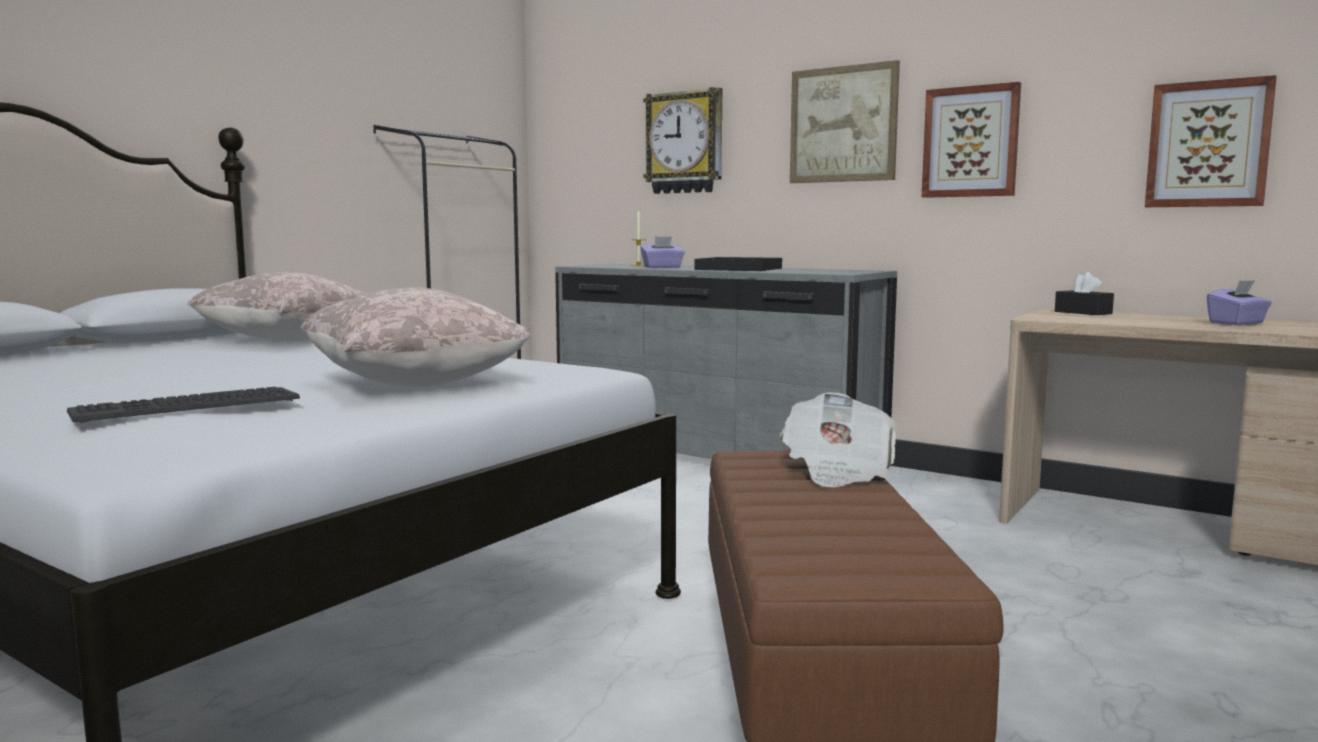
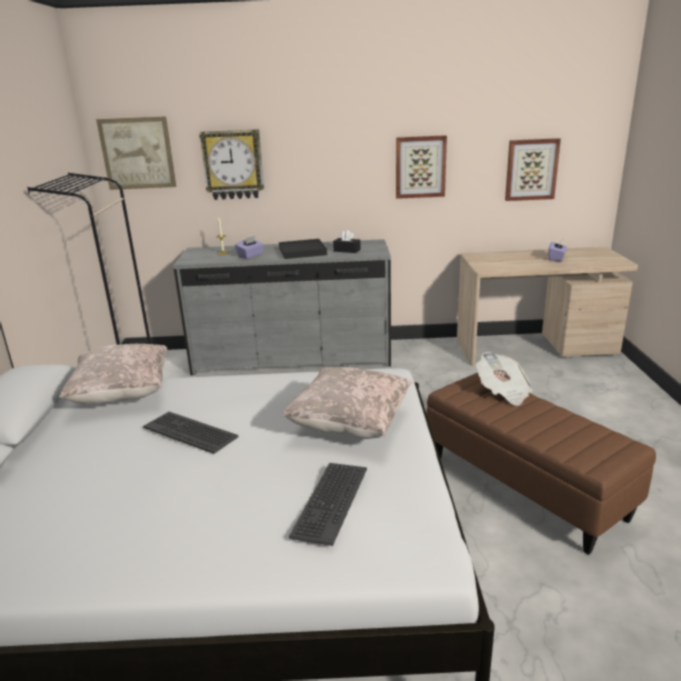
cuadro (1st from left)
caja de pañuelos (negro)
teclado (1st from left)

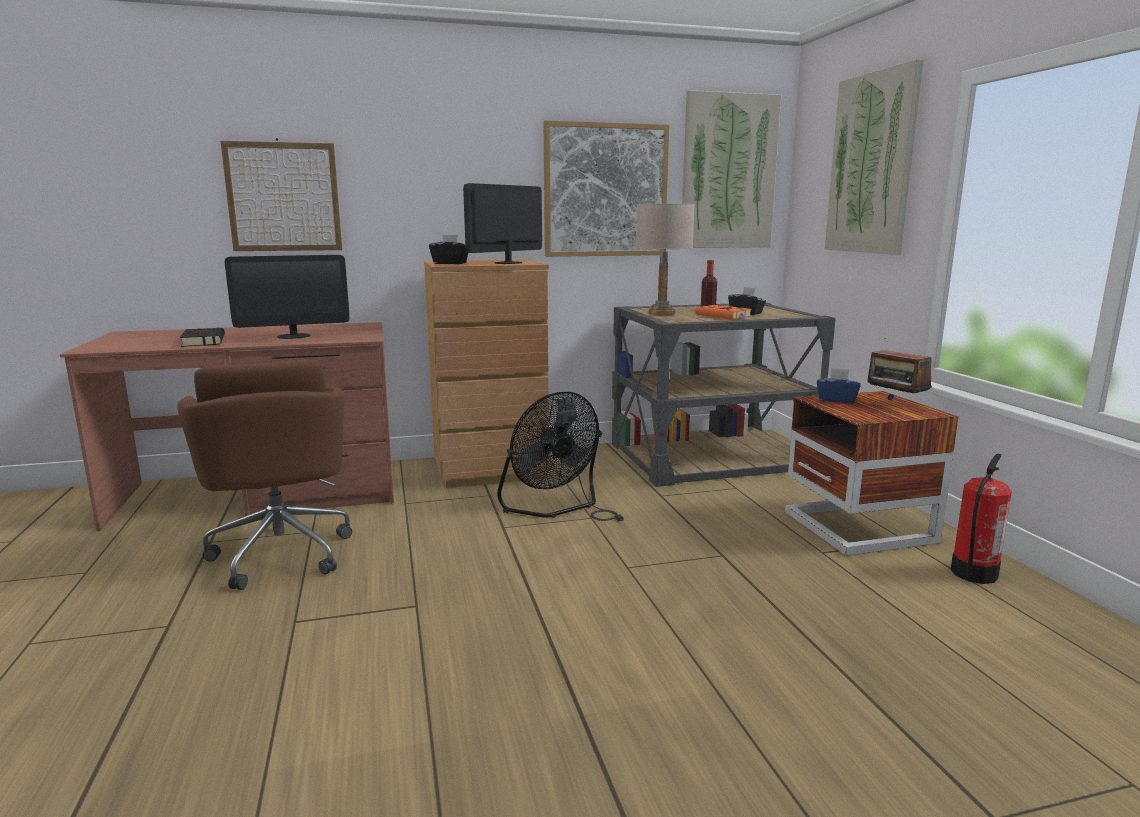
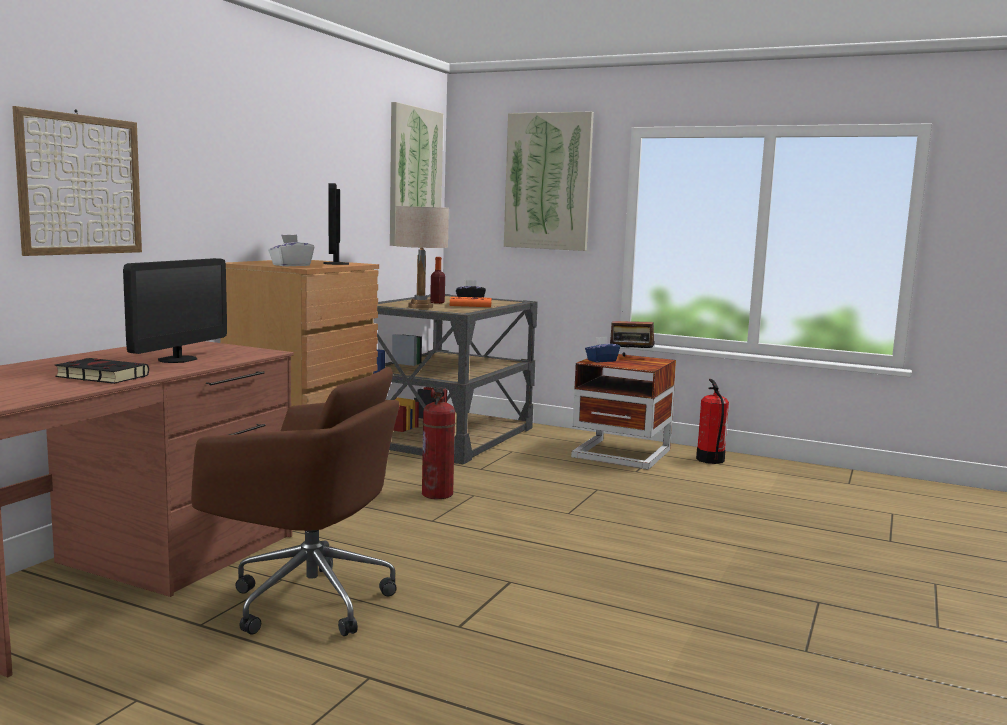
cuadro (2nd from left in the first image)
caja de pañuelos (blanco)
extintor (1st from left)

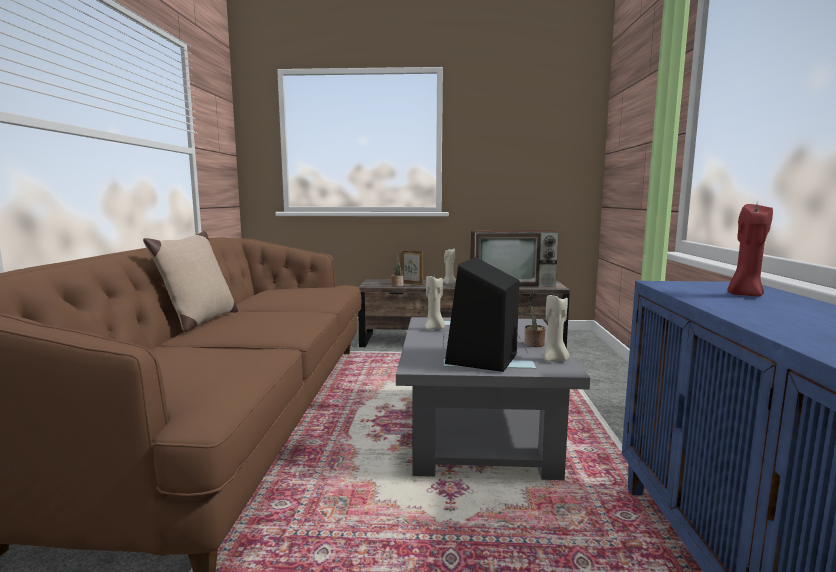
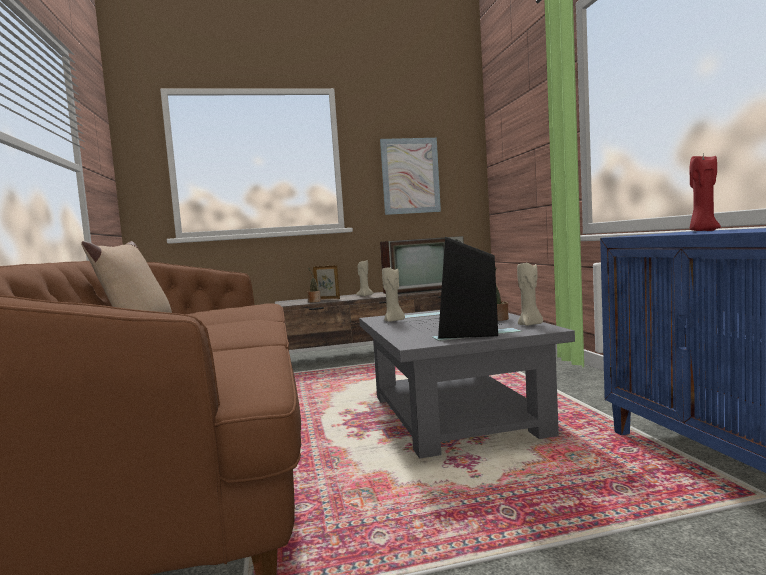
cuadro

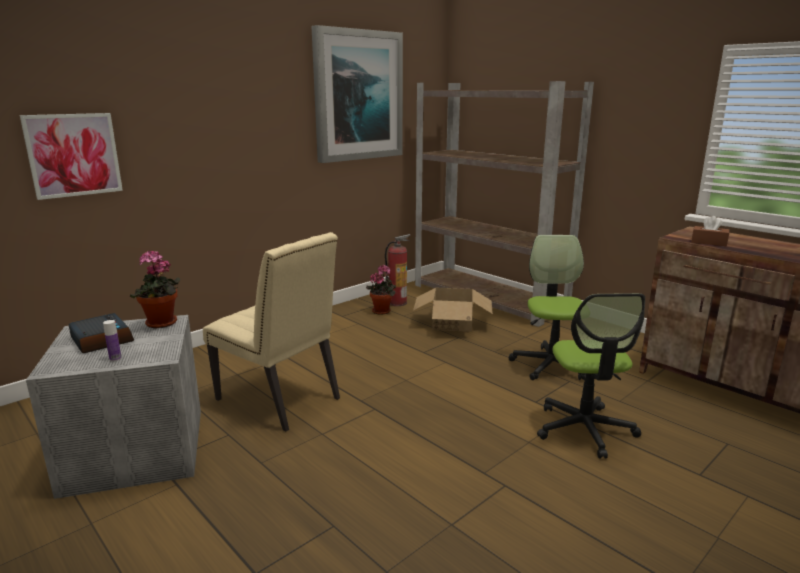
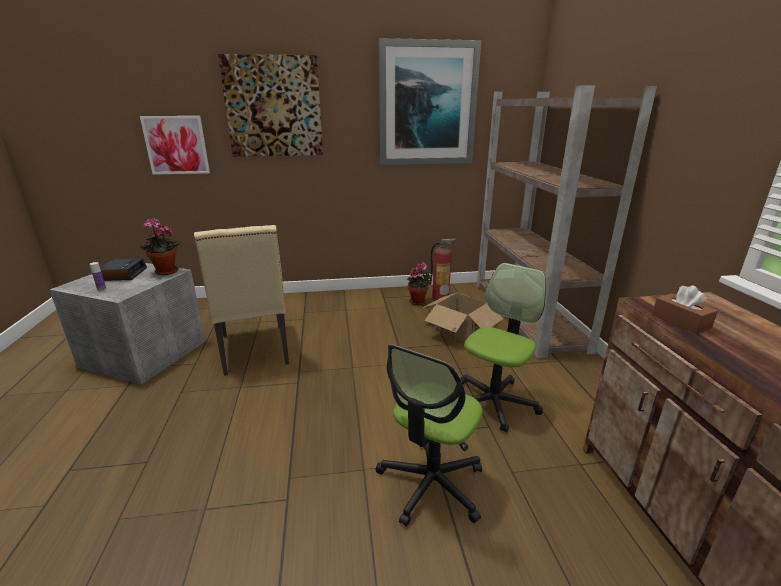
cuadro (2nd from left)

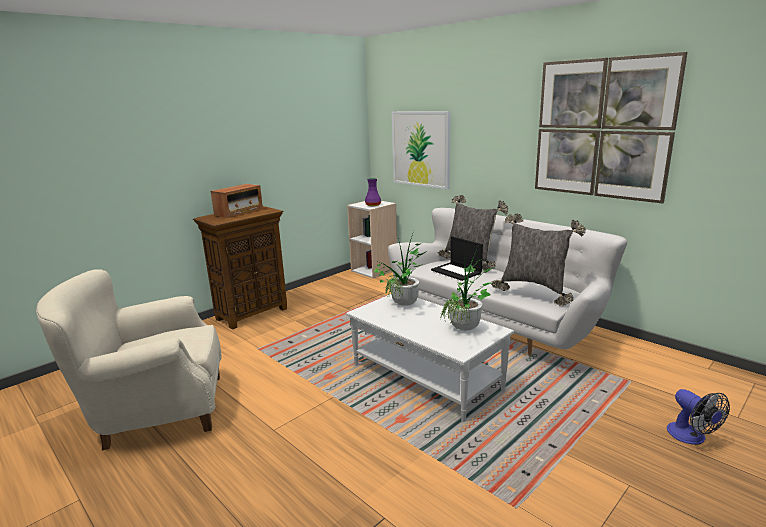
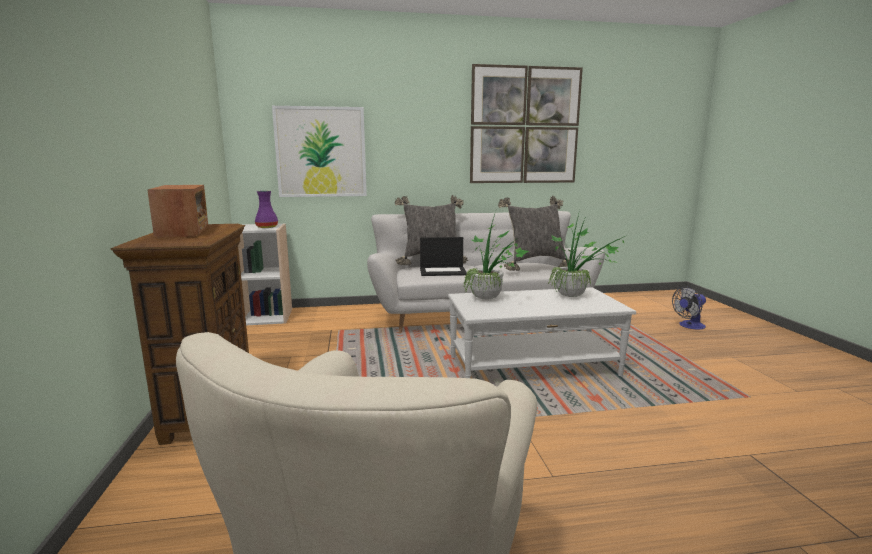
ventilador

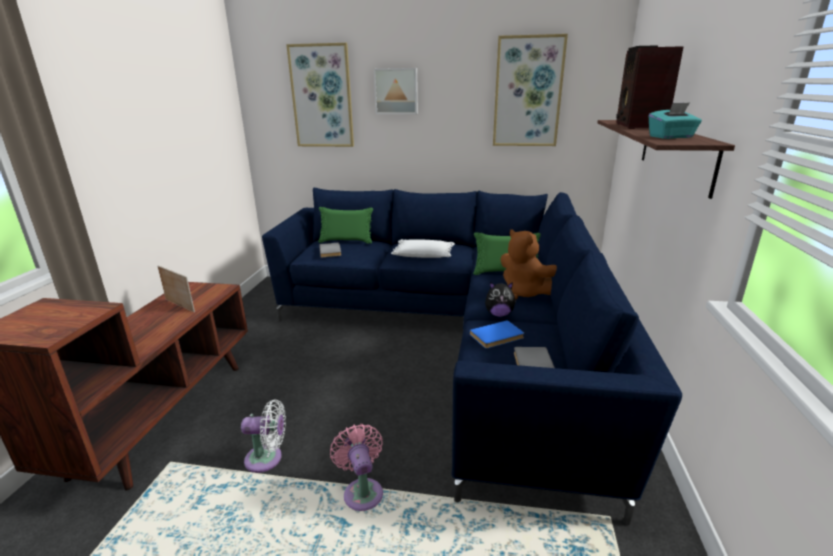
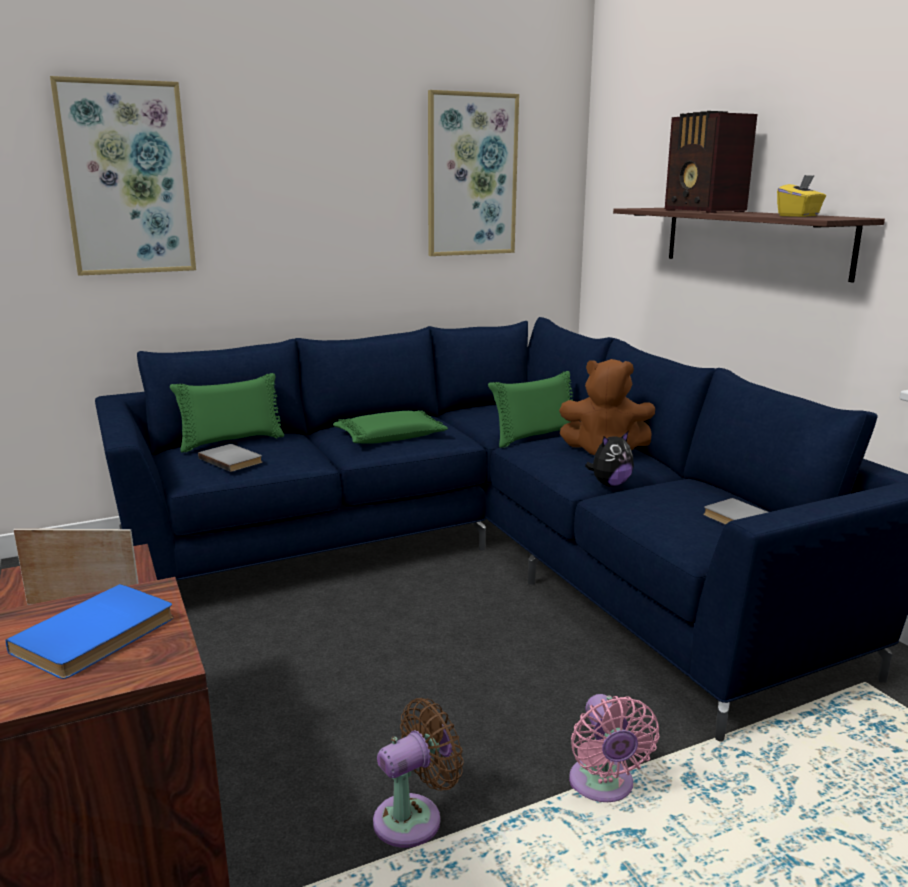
cuadro (2nd from left in the first image)
caja de pañuelos (amarillo)
cojín (verde) (2nd from left)
libro (azul)
ventilador (marrón)
ventilador (rosa)

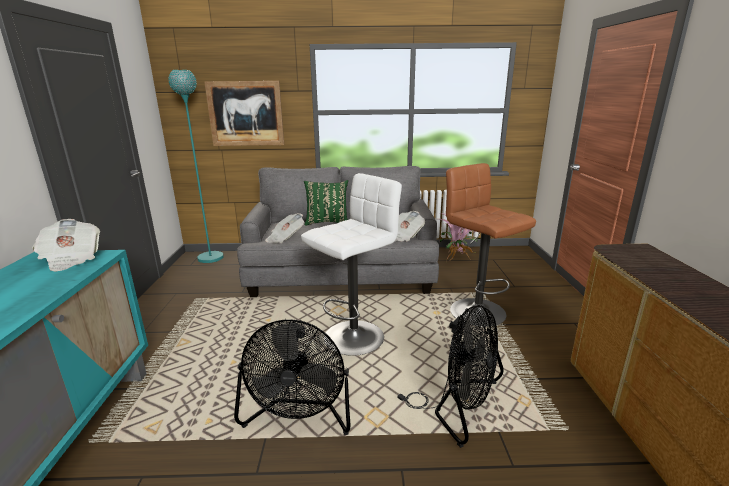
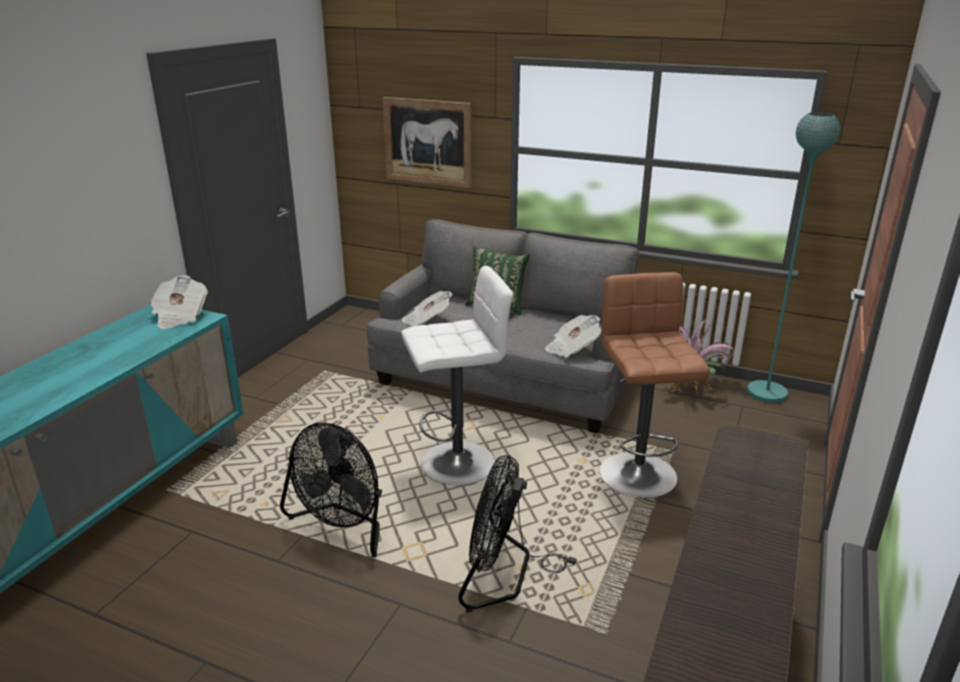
lámpara de pie (turquesa)
ventilador (negro) (2nd from left)

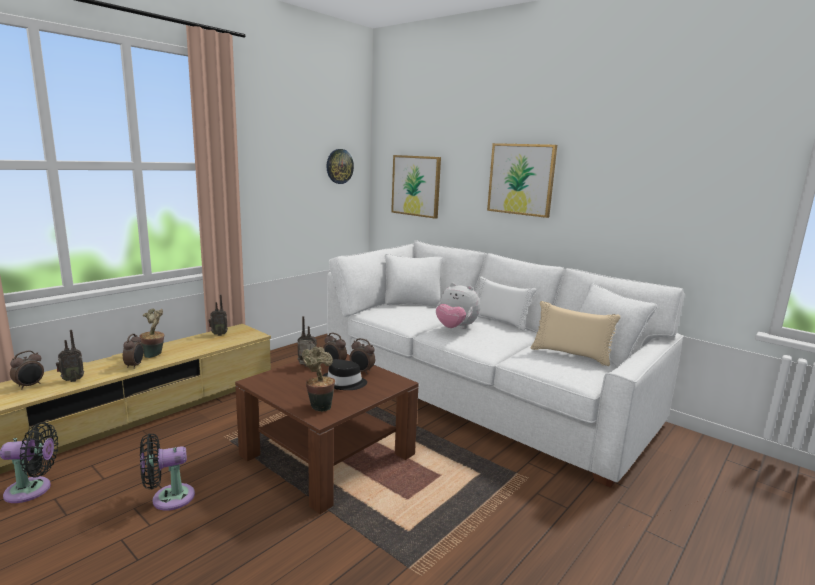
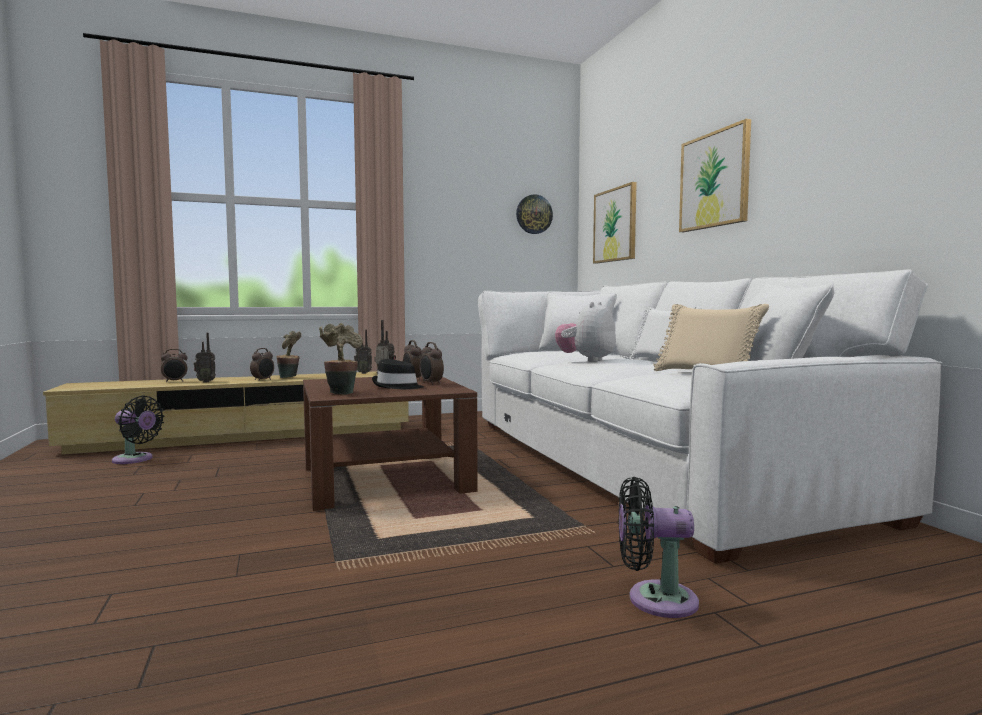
peluche
ventilador (negro) (2nd from left)

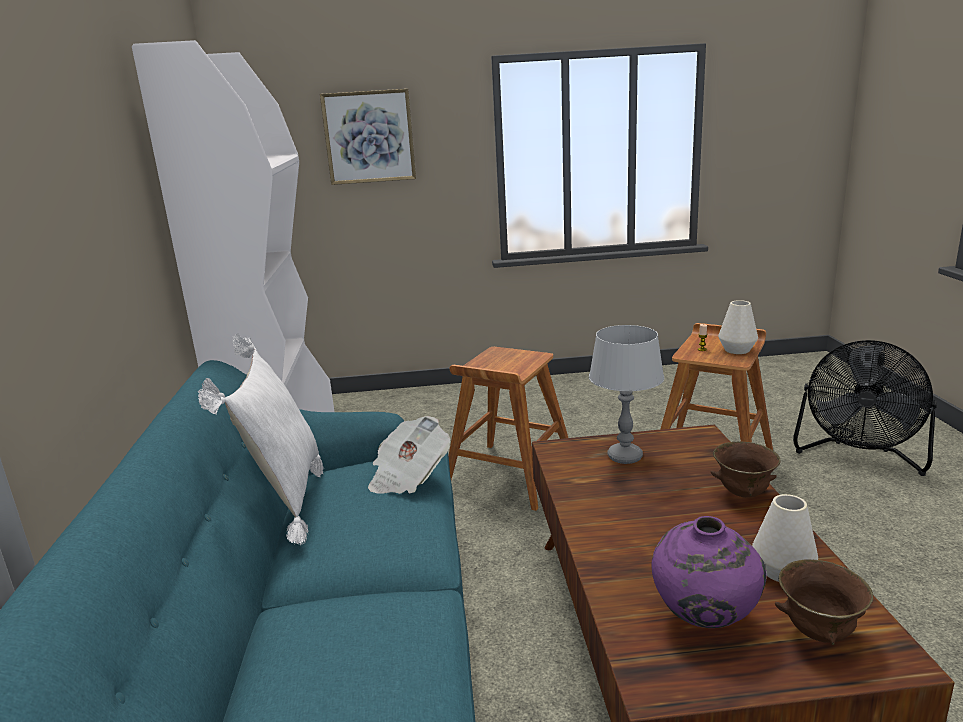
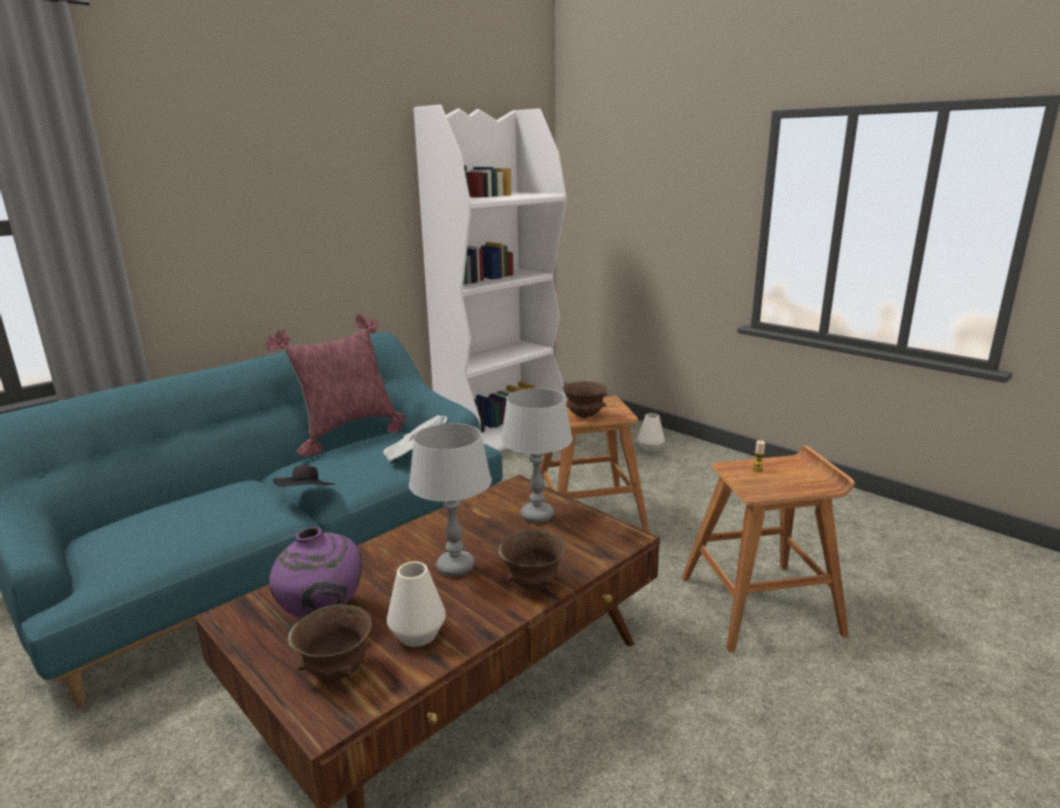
cuadro
florero (blanco) (2nd from left)
cojín (rojo)
ventilador (negro)
cuenco (marrón) (3rd from left)
lámpara de mesa (gris) (1st from left)
sombrero (negro)

